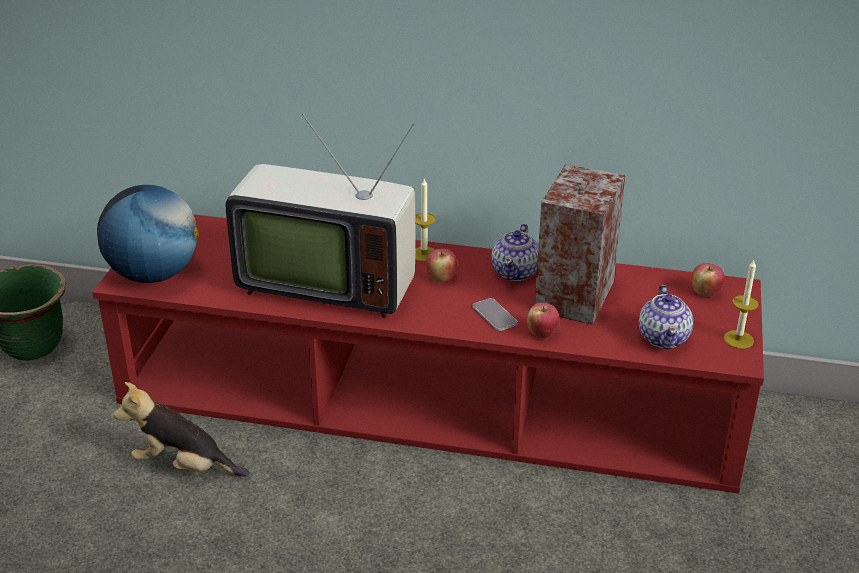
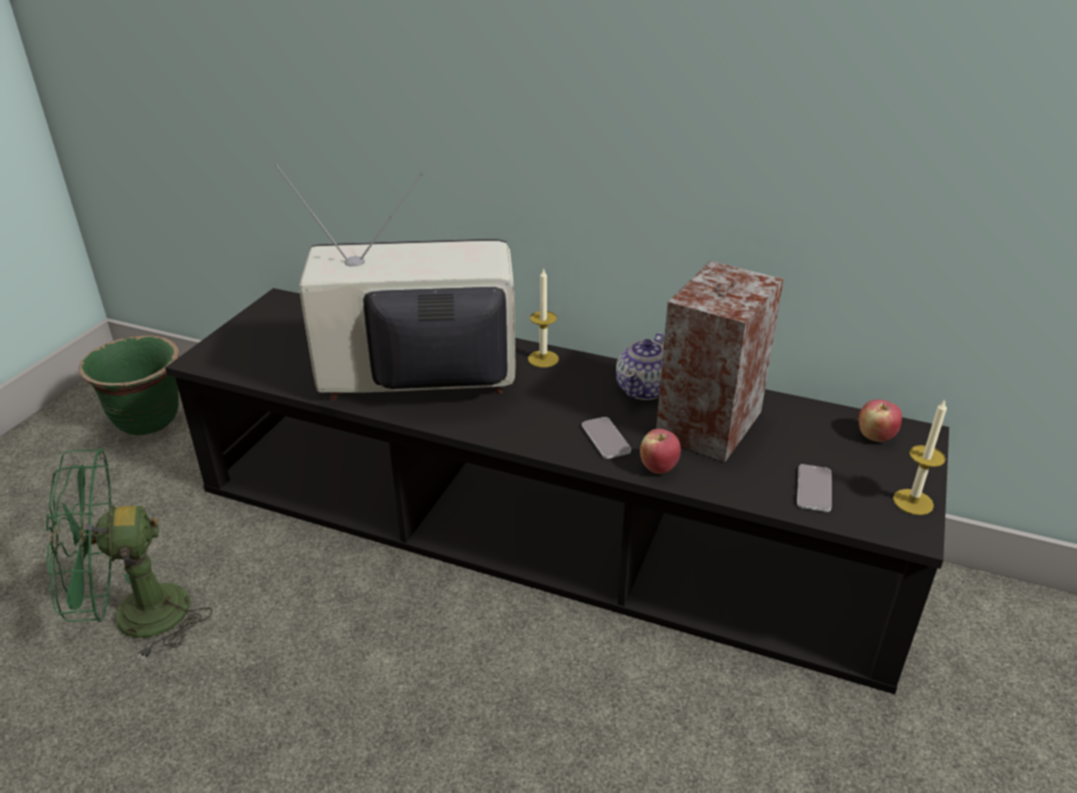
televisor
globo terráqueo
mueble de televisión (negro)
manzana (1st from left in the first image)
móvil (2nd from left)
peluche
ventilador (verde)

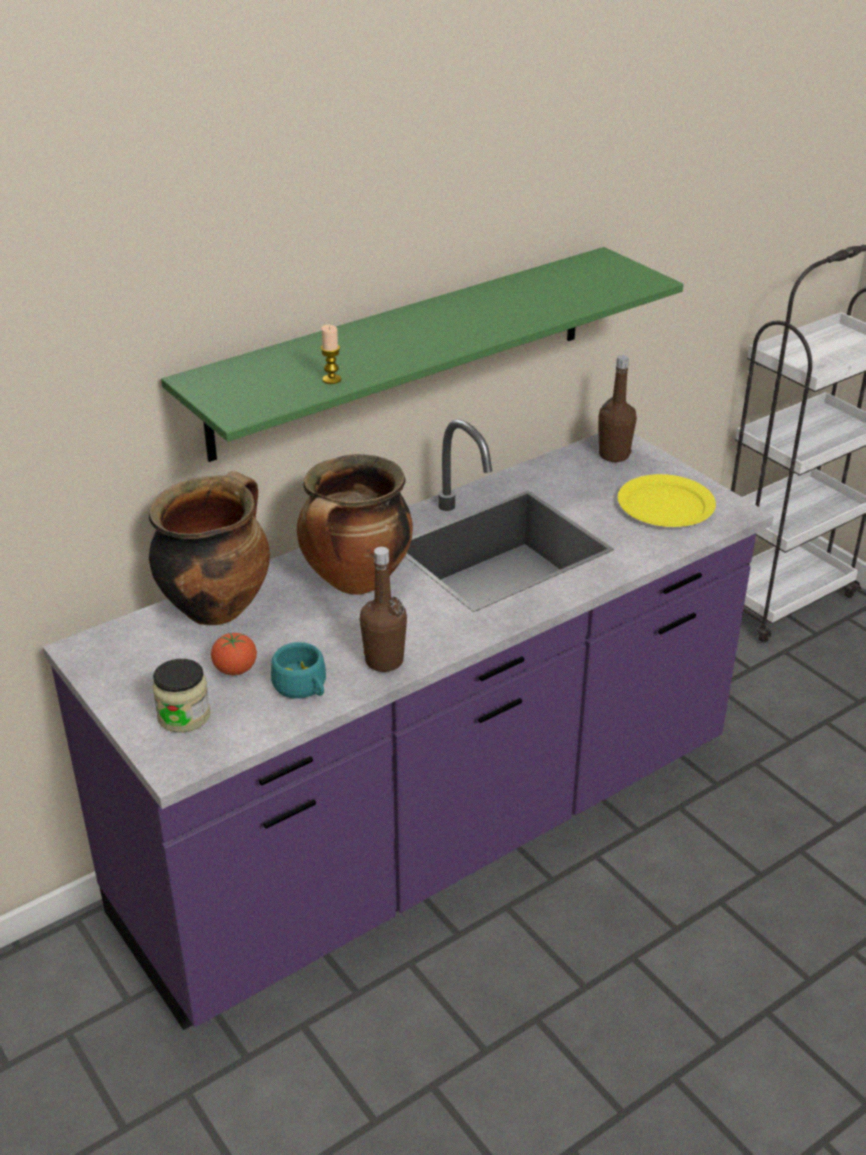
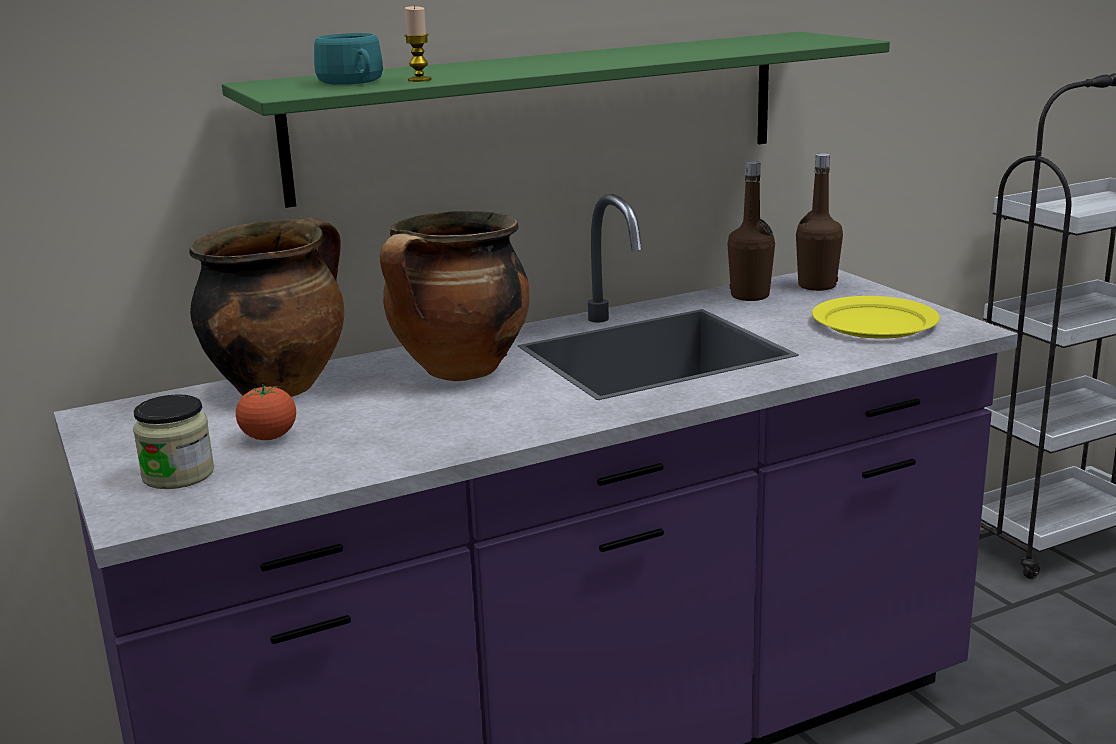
botella (marrón) (1st from left)
taza (turquesa)

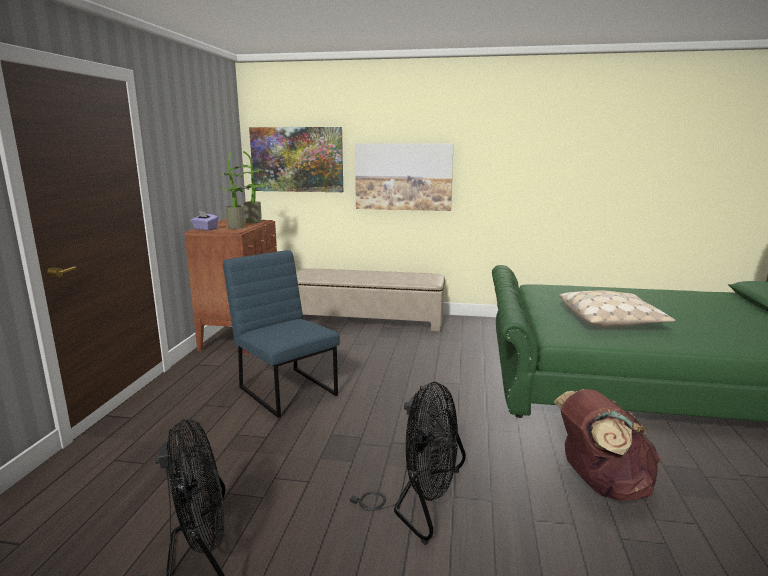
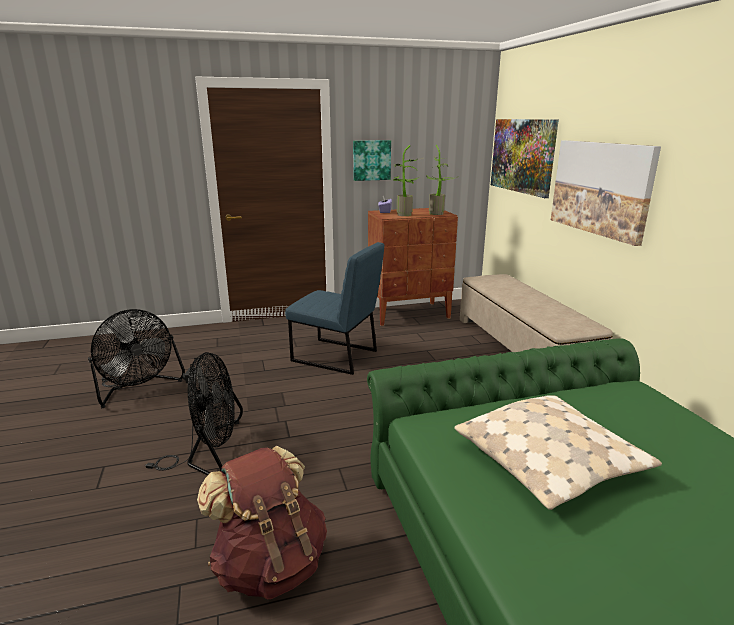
silla (azul)
ventilador (negro) (2nd from left)
cuadro (1st from left)

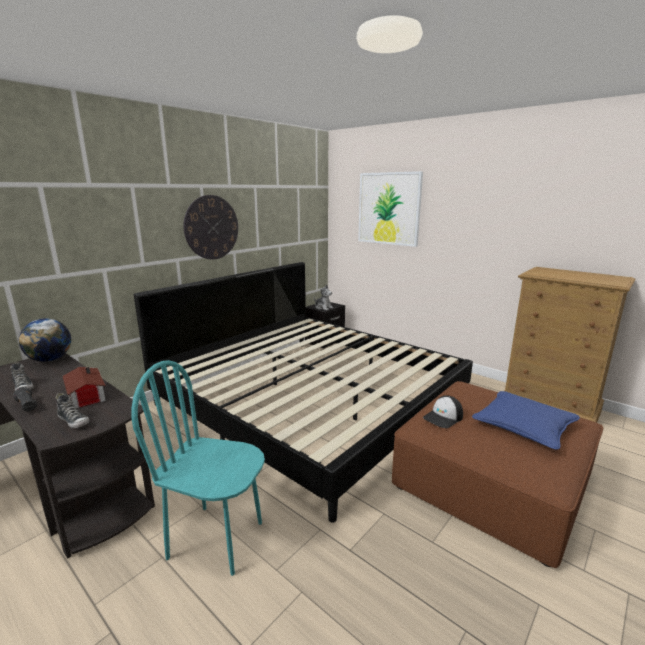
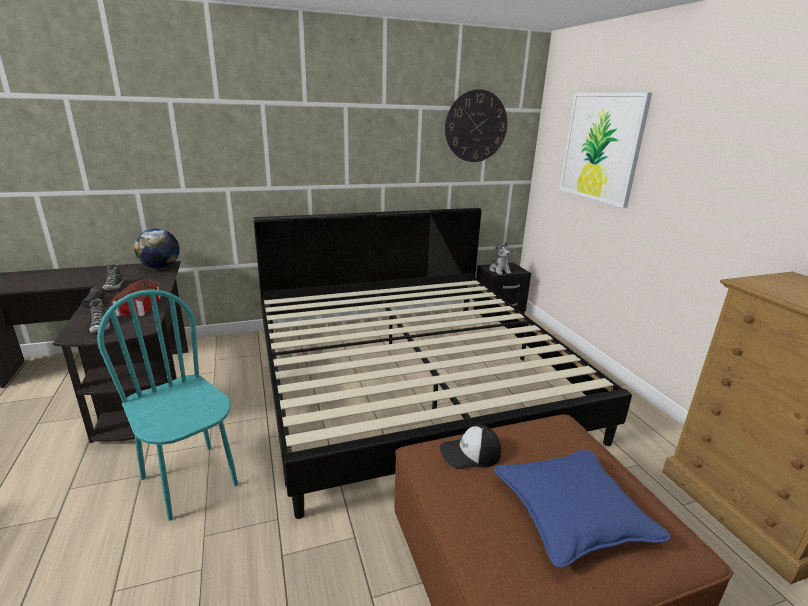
reloj de pared

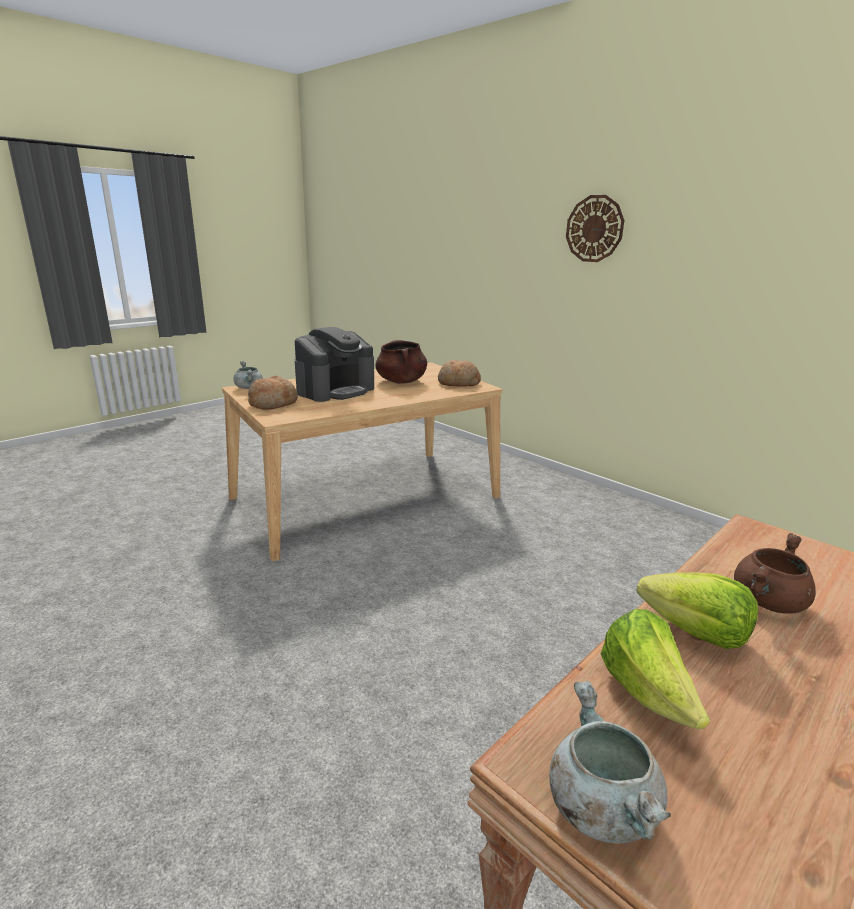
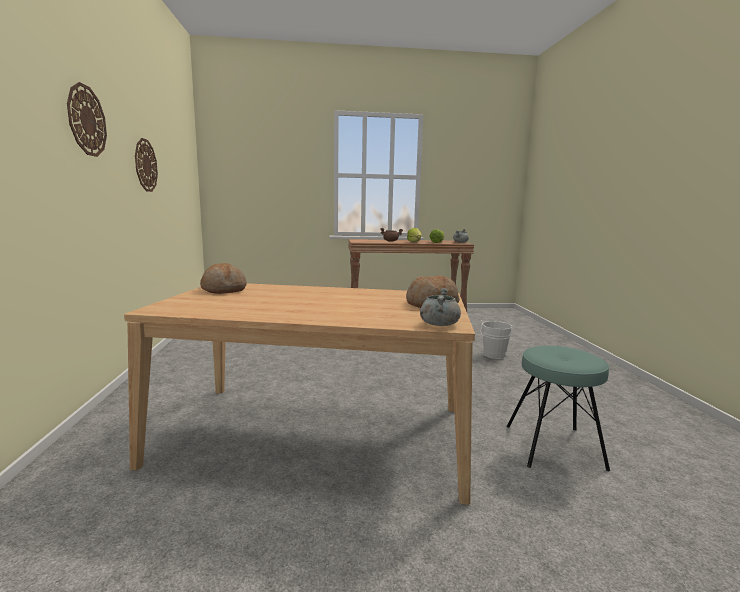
cafetera
olla (marrón) (1st from left in the first image)
reloj de pared (2nd from left)
cubo (blanco)
taburete (turquesa)

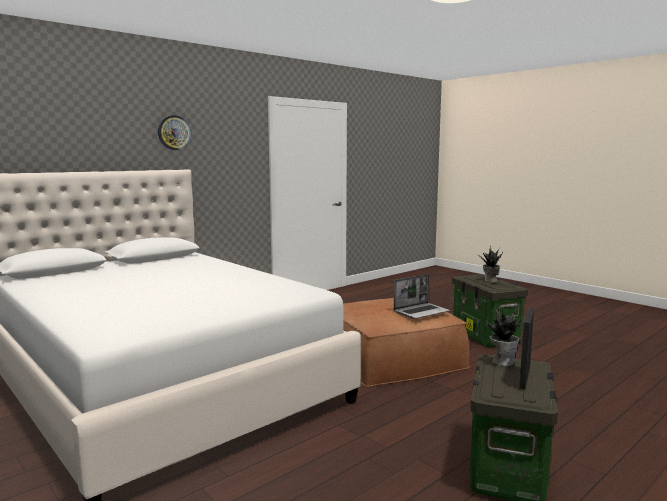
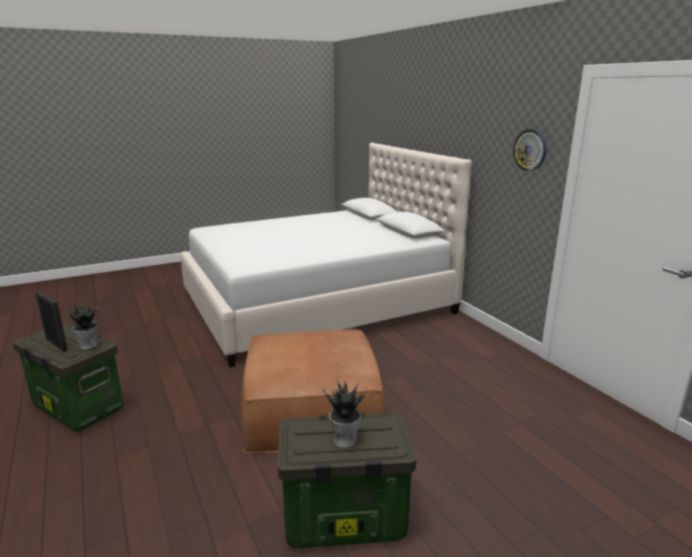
reloj de pared
portátil

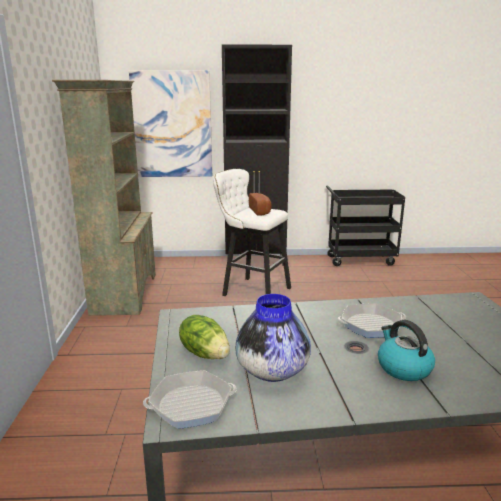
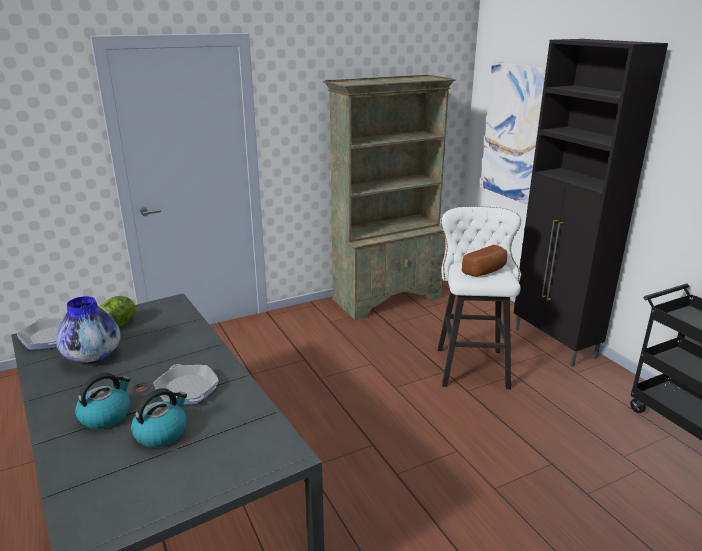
hervidor (2nd from left)

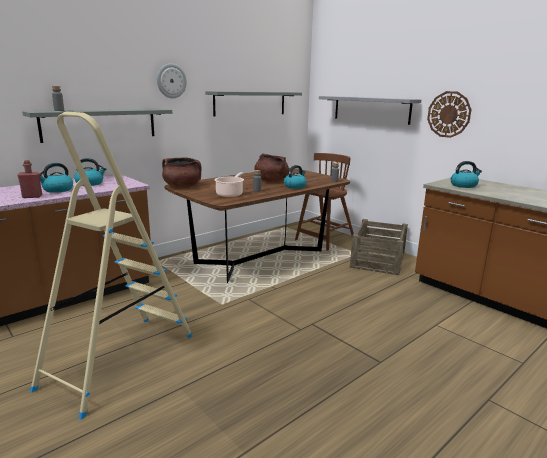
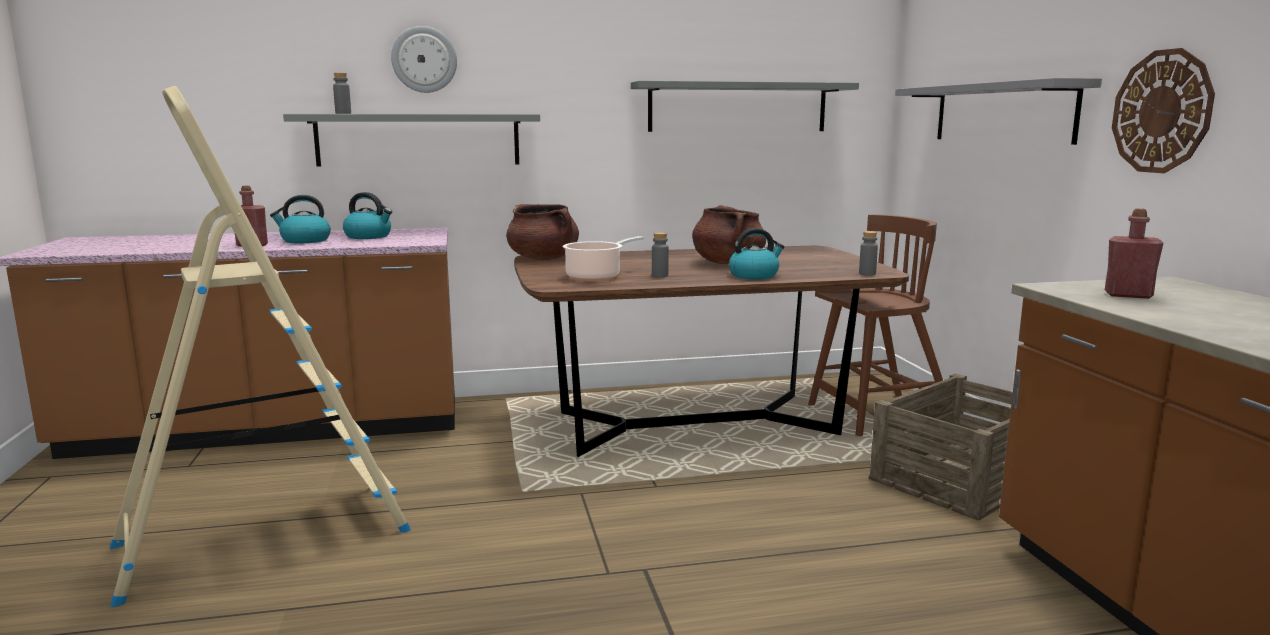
reloj de pared (1st from left)
botella (rojo) (2nd from left)

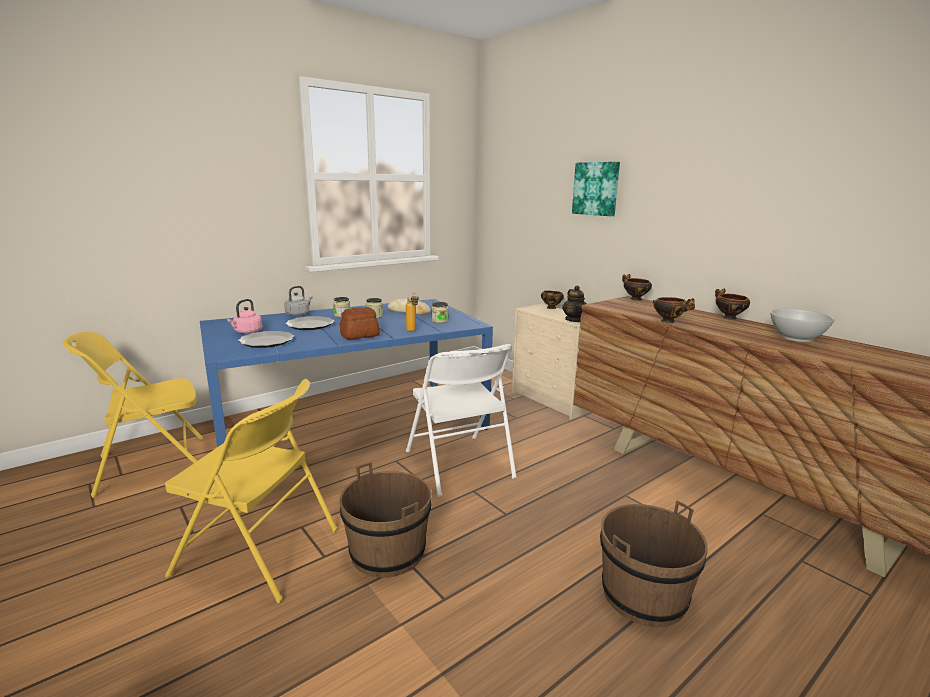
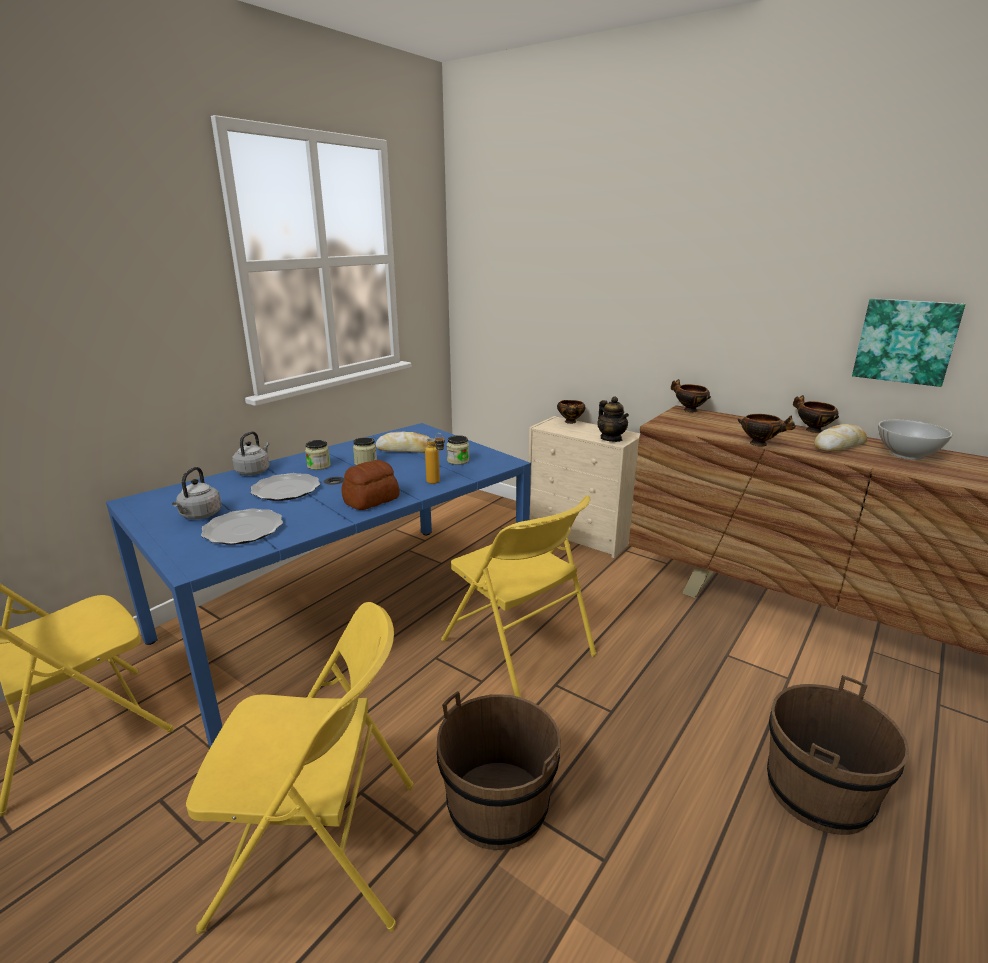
cuadro
hervidor (gris) (1st from left)
silla (amarillo) (3rd from left)
pan (3rd from left)

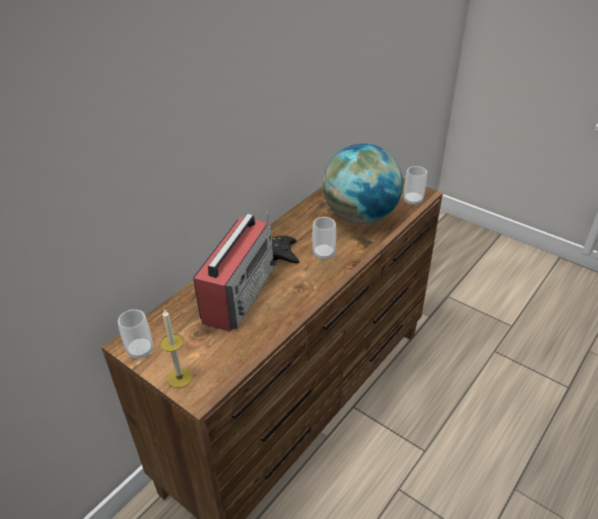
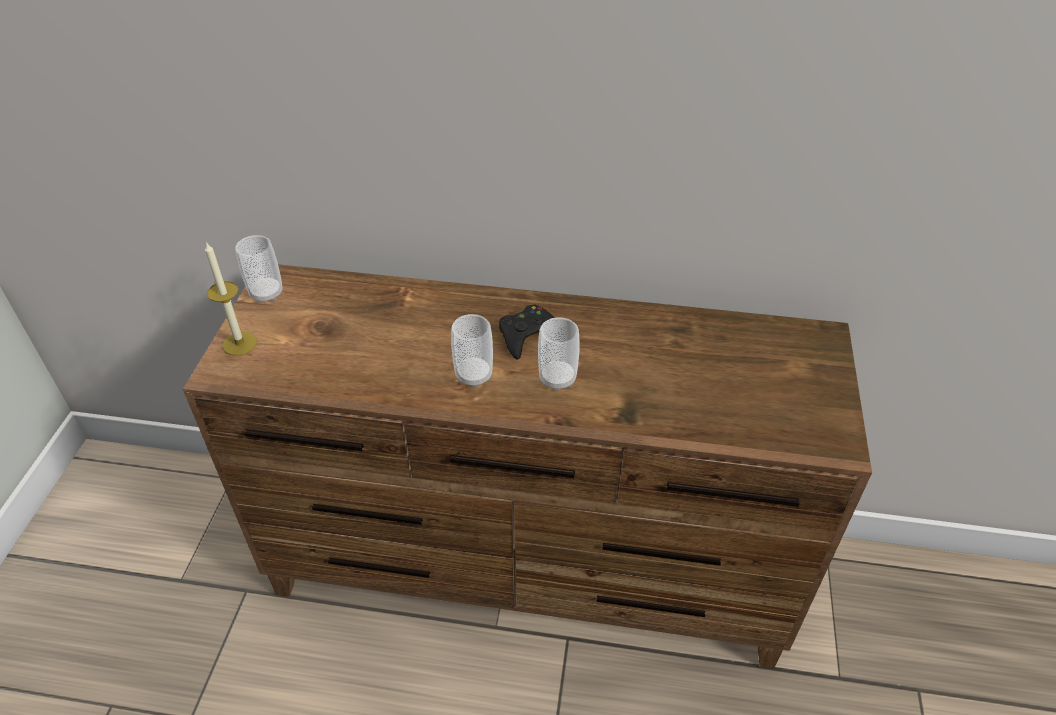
globo terráqueo
taza (2nd from left)
radio

